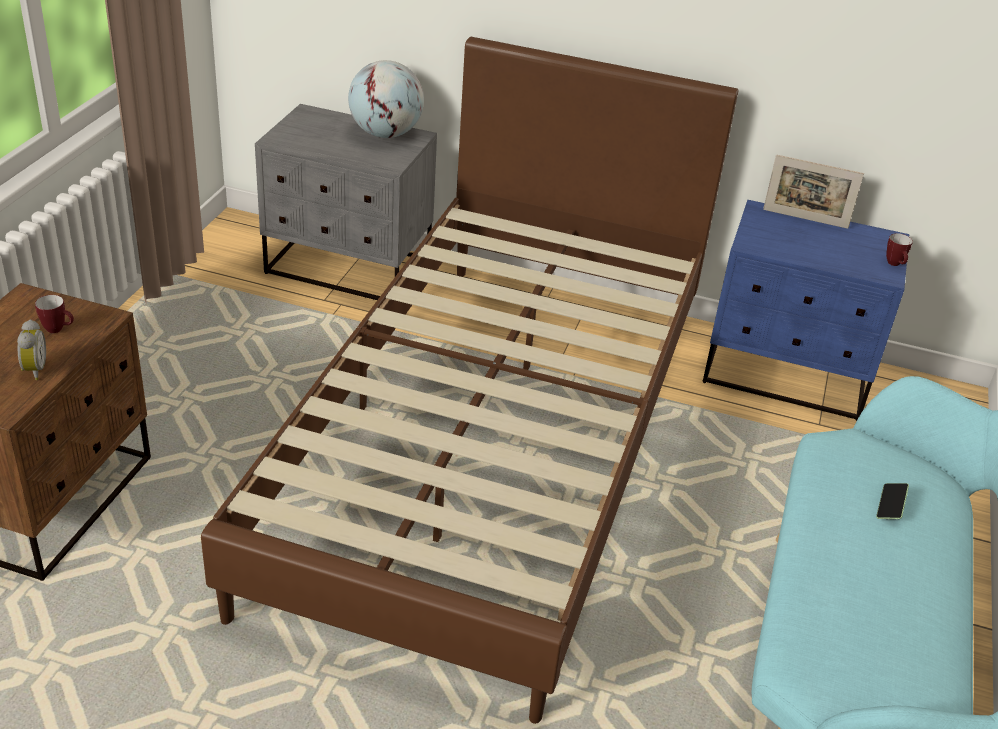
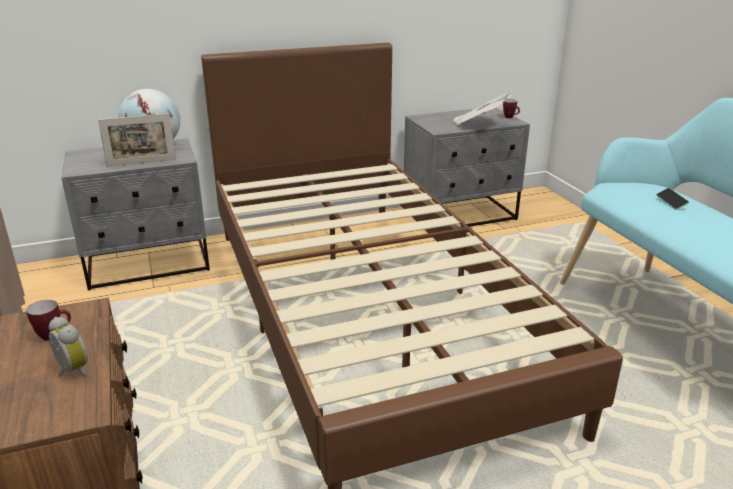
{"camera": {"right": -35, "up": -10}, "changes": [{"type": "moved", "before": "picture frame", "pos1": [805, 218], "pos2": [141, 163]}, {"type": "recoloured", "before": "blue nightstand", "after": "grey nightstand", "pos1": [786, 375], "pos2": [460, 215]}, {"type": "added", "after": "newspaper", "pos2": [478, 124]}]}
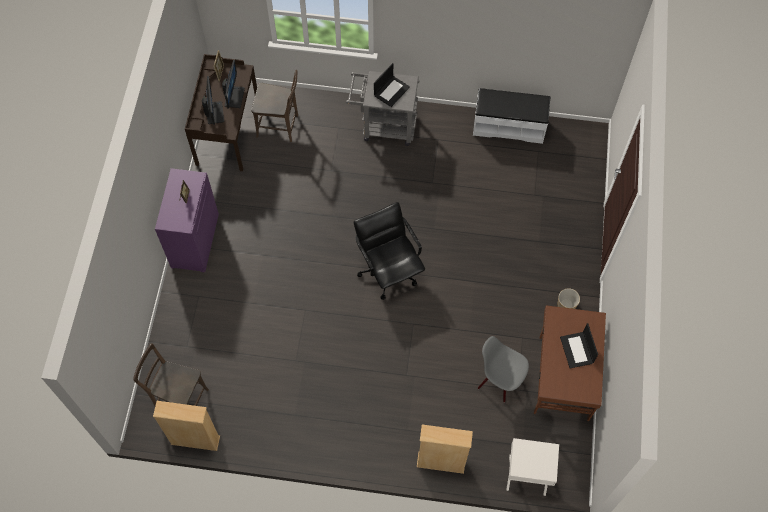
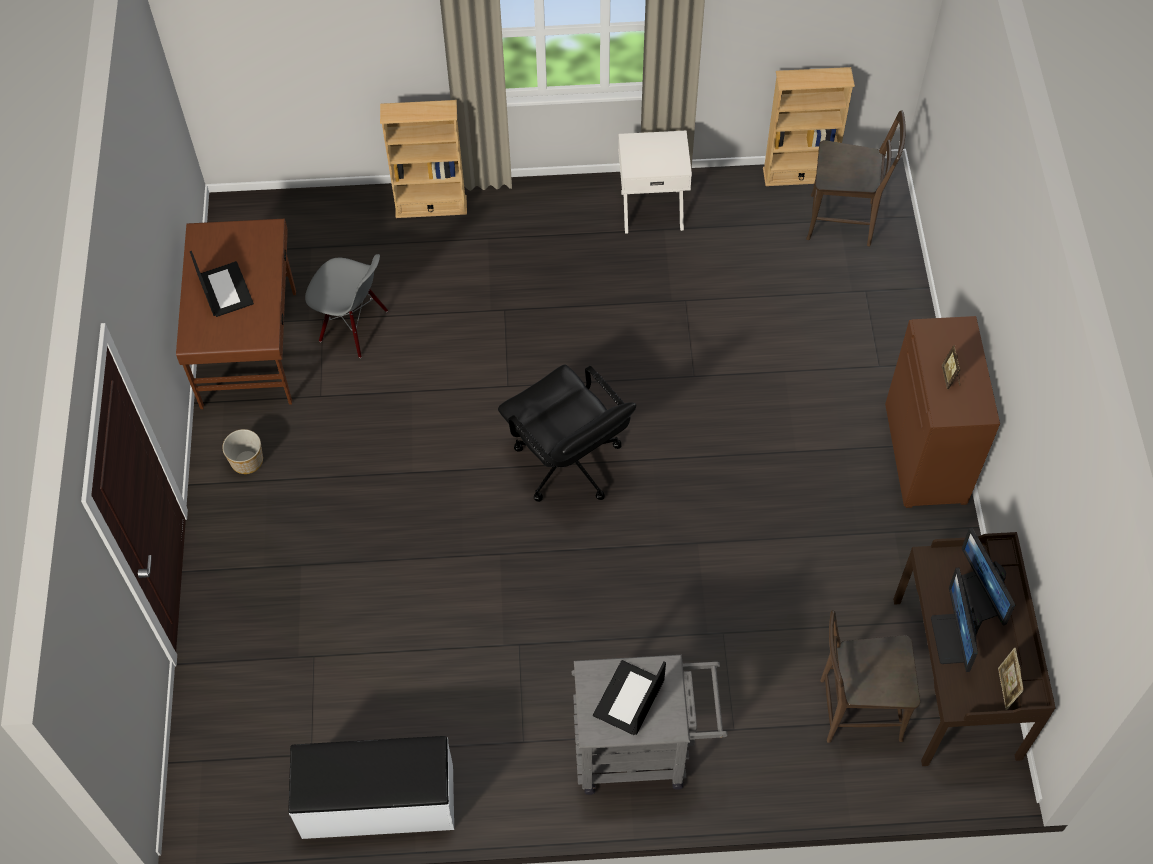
{"camera": {"right": 170, "up": -5}, "changes": [{"type": "recoloured", "before": "purple cabinet", "after": "brown cabinet", "pos1": [194, 240], "pos2": [926, 454]}, {"type": "moved", "before": "white nightstand", "pos1": [527, 475], "pos2": [652, 209]}]}
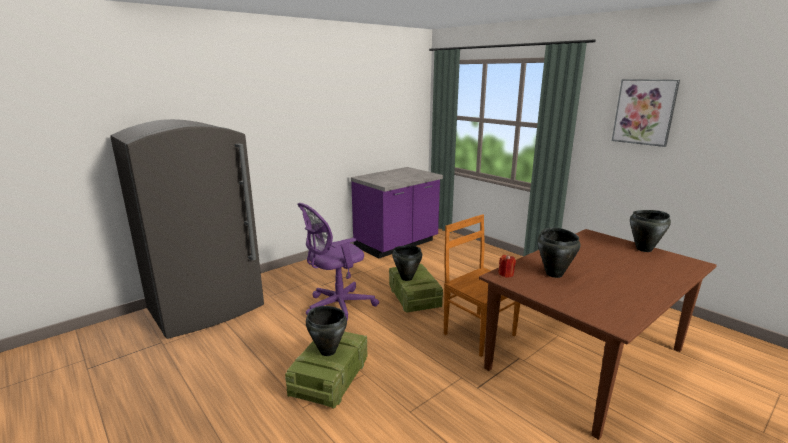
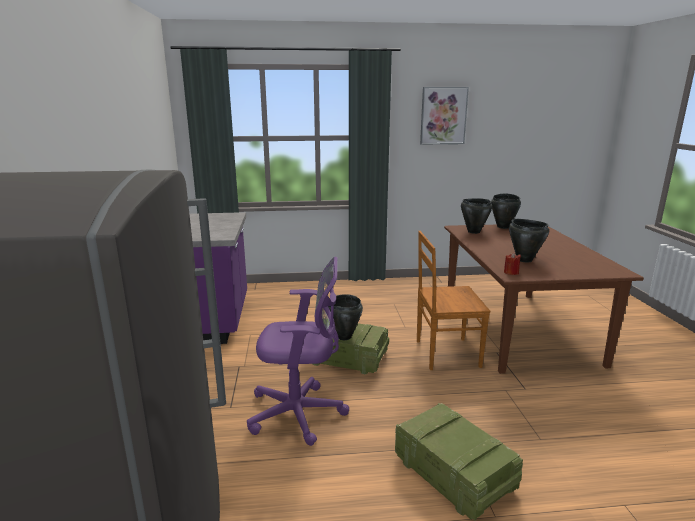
{"camera": {"right": -55, "up": 0}, "changes": [{"type": "turned", "before": "purple office chair", "pos1": [337, 306], "pos2": [300, 414], "turn": -90}, {"type": "moved", "before": "black cooking pot", "pos1": [328, 351], "pos2": [473, 232]}]}
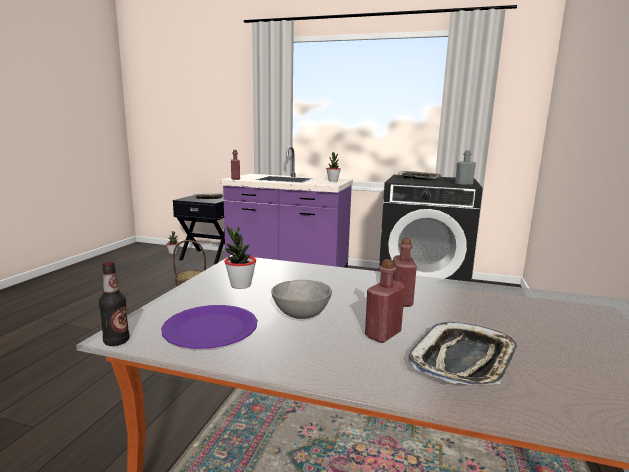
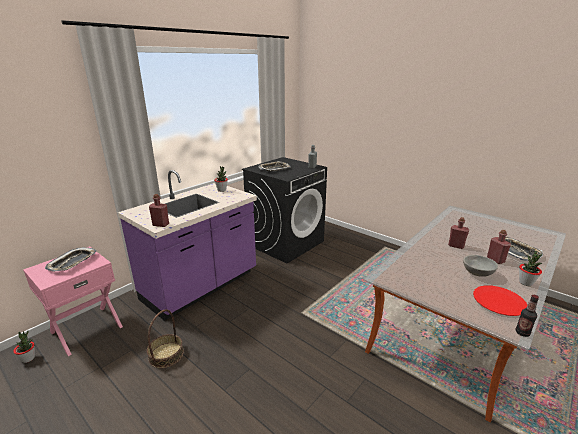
{"camera": {"right": -65, "up": 10}, "changes": [{"type": "recoloured", "before": "black nightstand", "after": "pink nightstand", "pos1": [207, 256], "pos2": [86, 329]}, {"type": "moved", "before": "potted plant", "pos1": [240, 285], "pos2": [526, 283]}, {"type": "recoloured", "before": "purple plate", "after": "red plate", "pos1": [210, 329], "pos2": [499, 301]}]}
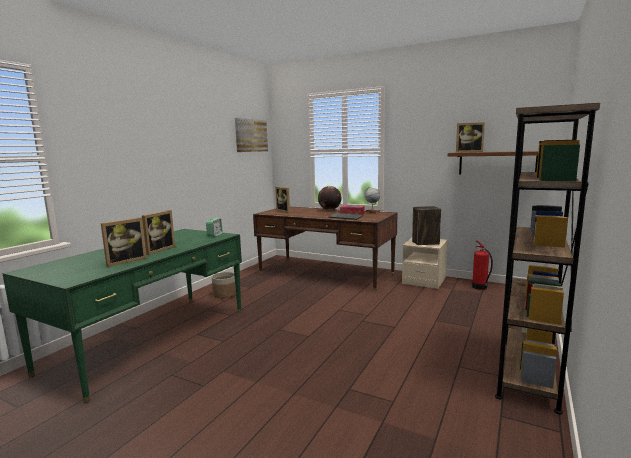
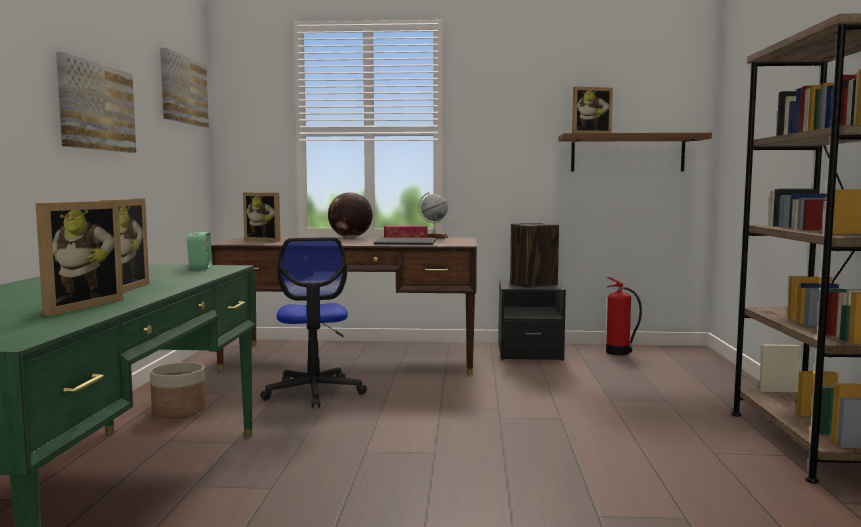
{"camera": {"right": -25, "up": -5}, "changes": [{"type": "recoloured", "before": "beige nightstand", "after": "black nightstand", "pos1": [424, 281], "pos2": [529, 352]}, {"type": "added", "after": "picture", "pos2": [95, 107]}, {"type": "added", "after": "office chair", "pos2": [314, 392]}]}
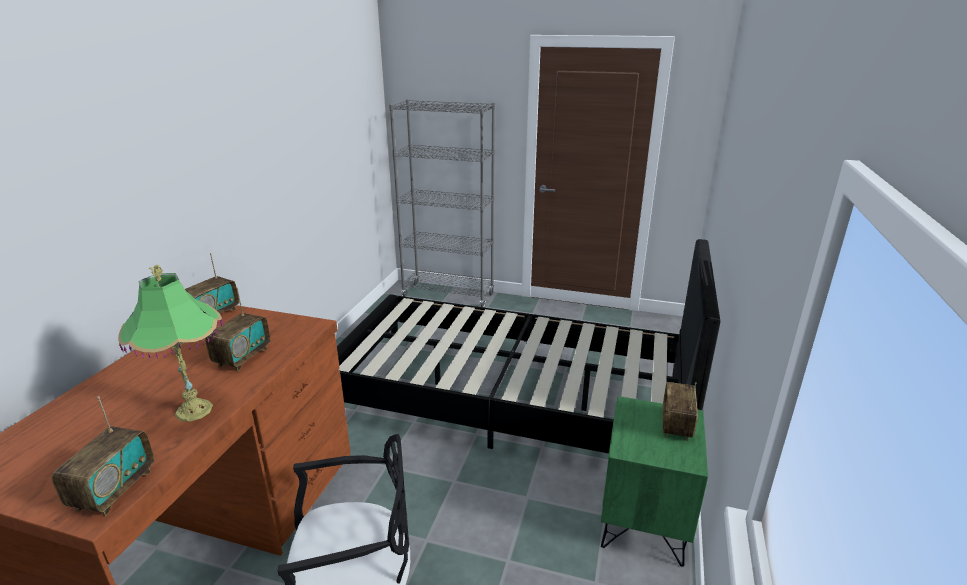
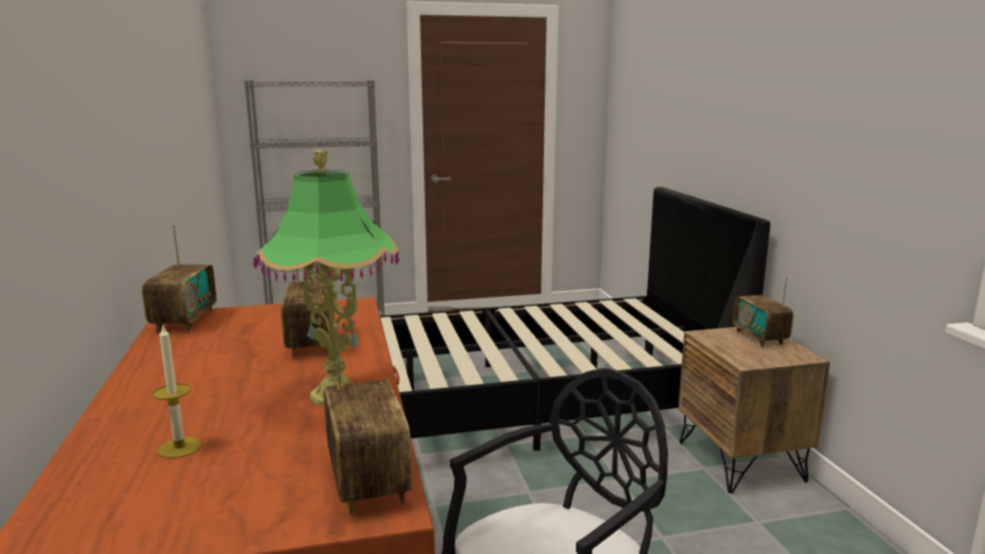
{"camera": {"right": -30, "up": -10}, "changes": [{"type": "recoloured", "before": "green nightstand", "after": "brown nightstand", "pos1": [644, 522], "pos2": [741, 461]}, {"type": "added", "after": "candle", "pos2": [179, 447]}]}
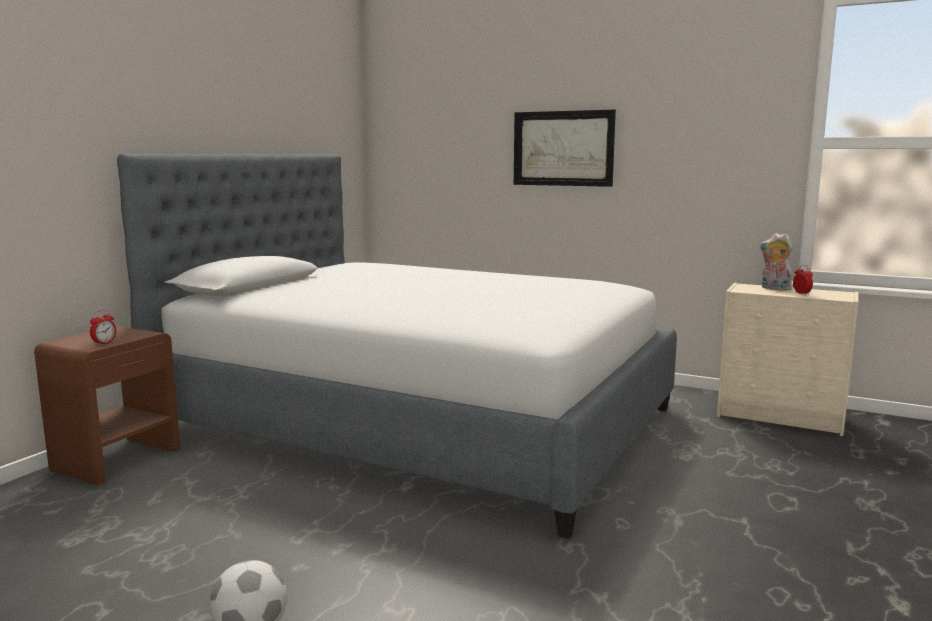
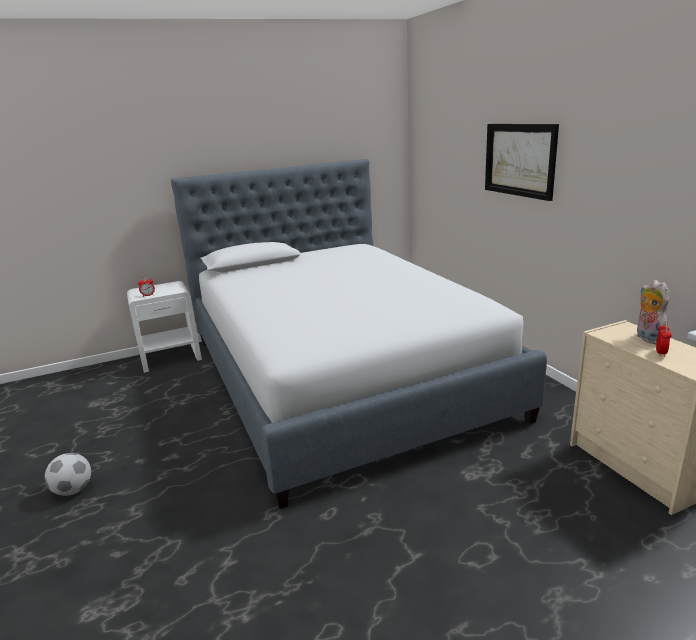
{"camera": {"right": 40, "up": 10}, "changes": [{"type": "recoloured", "before": "brown nightstand", "after": "white nightstand", "pos1": [117, 459], "pos2": [171, 357]}]}
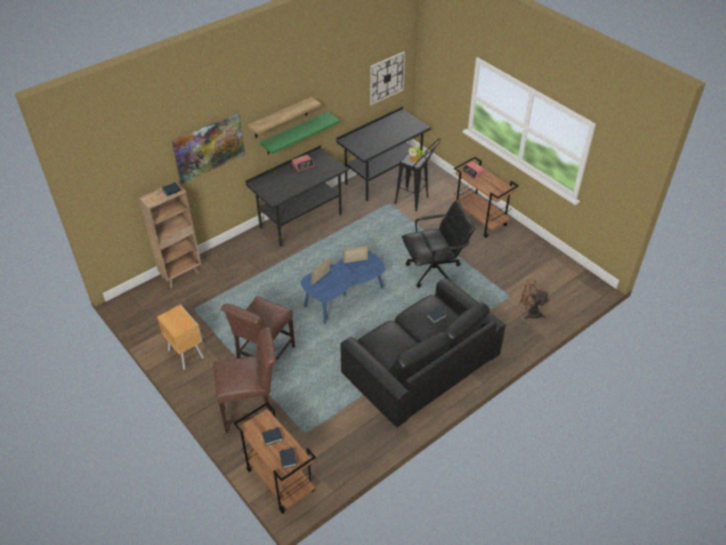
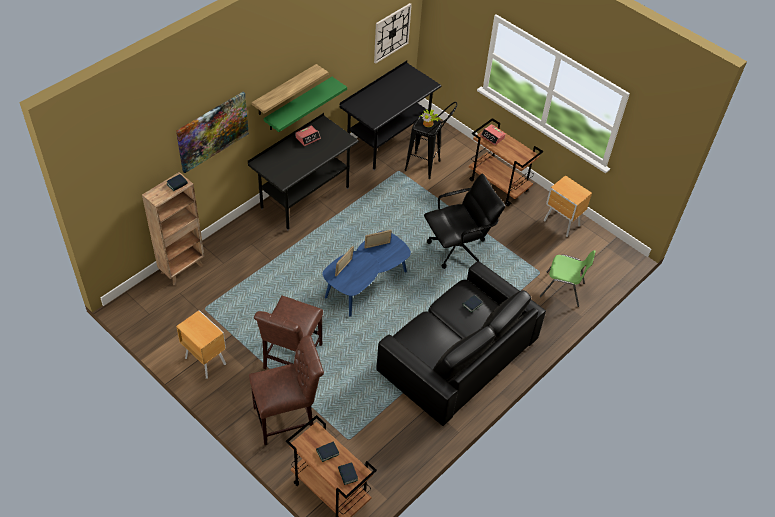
{"camera": {"right": -10, "up": 5}, "changes": [{"type": "replaced", "before": "brown fan", "after": "green chair", "pos1": [530, 313], "pos2": [563, 290]}, {"type": "added", "after": "brown nightstand", "pos2": [562, 224]}]}
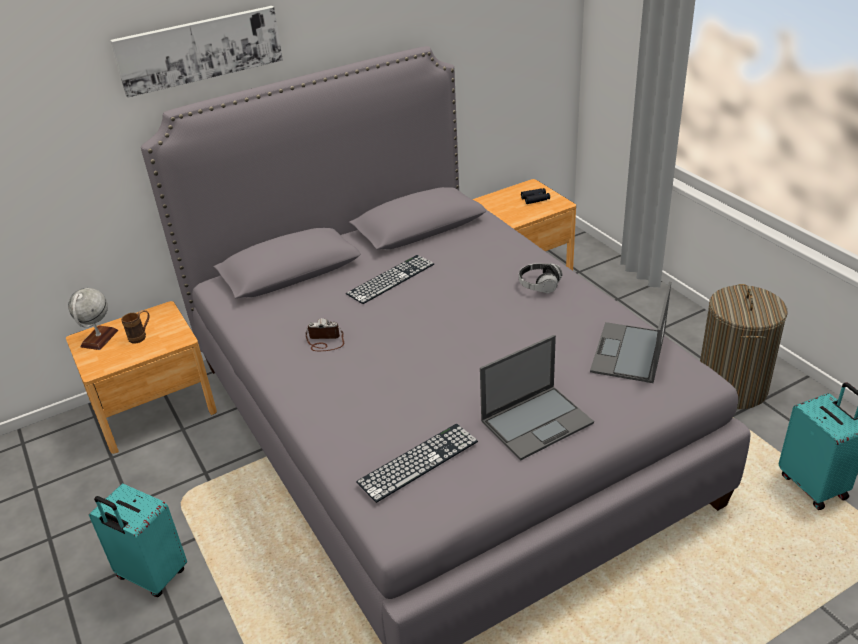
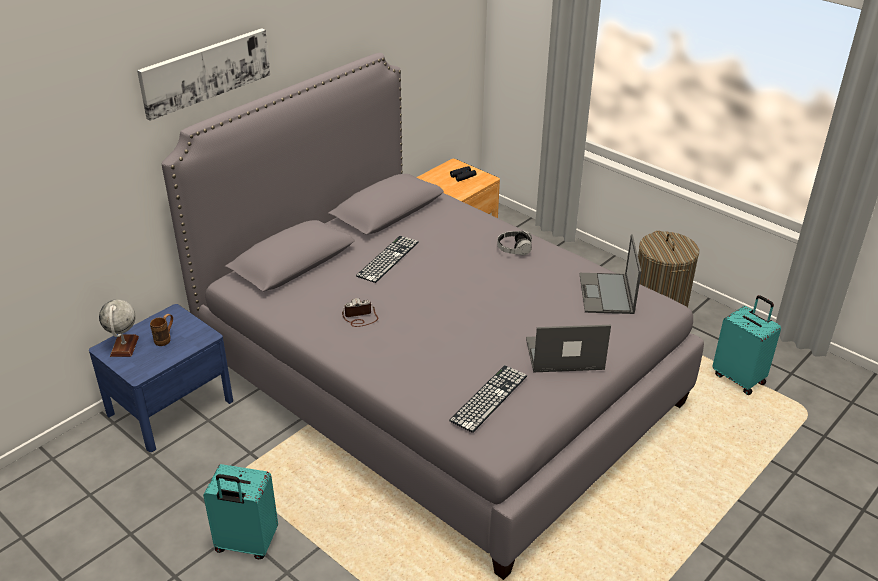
{"camera": {"right": -20, "up": 0}, "changes": [{"type": "recoloured", "before": "brown nightstand", "after": "blue nightstand", "pos1": [154, 409], "pos2": [170, 407]}, {"type": "turned", "before": "laptop", "pos1": [537, 421], "pos2": [563, 354], "turn": -135}]}
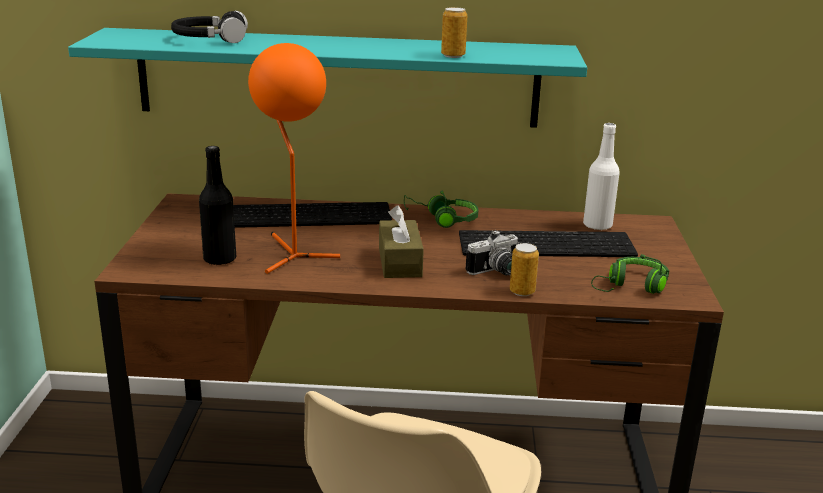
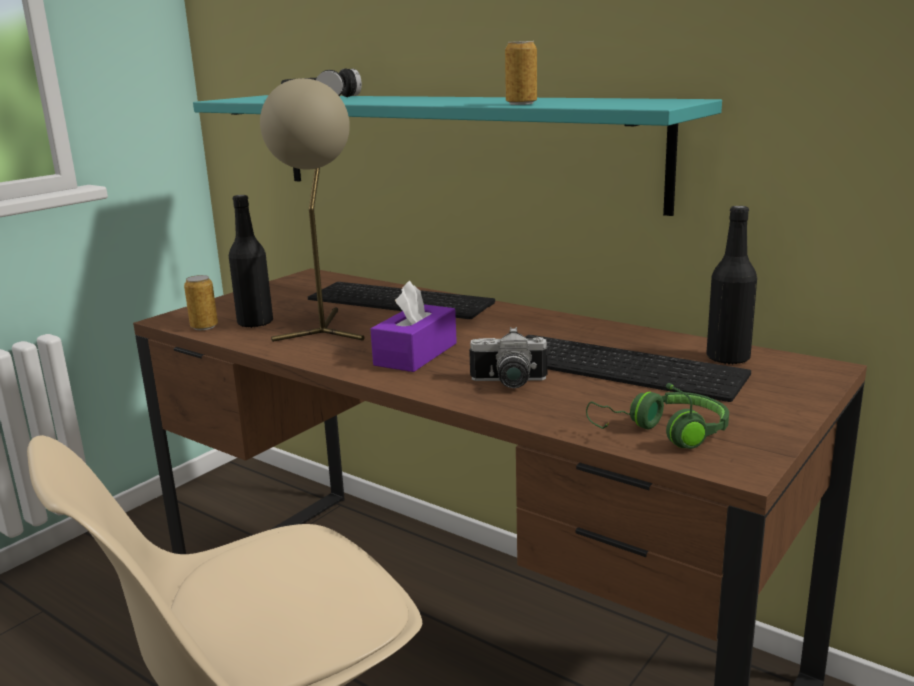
{"camera": {"right": 35, "up": -5}, "changes": [{"type": "recoloured", "before": "orange table lamp", "after": "beige table lamp", "pos1": [291, 254], "pos2": [324, 329]}, {"type": "recoloured", "before": "white bottle", "after": "black bottle", "pos1": [597, 225], "pos2": [728, 358]}, {"type": "removed", "before": "green headphones", "pos1": [442, 219]}, {"type": "recoloured", "before": "brown tissue box", "after": "purple tissue box", "pos1": [400, 262], "pos2": [416, 354]}, {"type": "moved", "before": "can", "pos1": [522, 291], "pos2": [204, 327]}]}
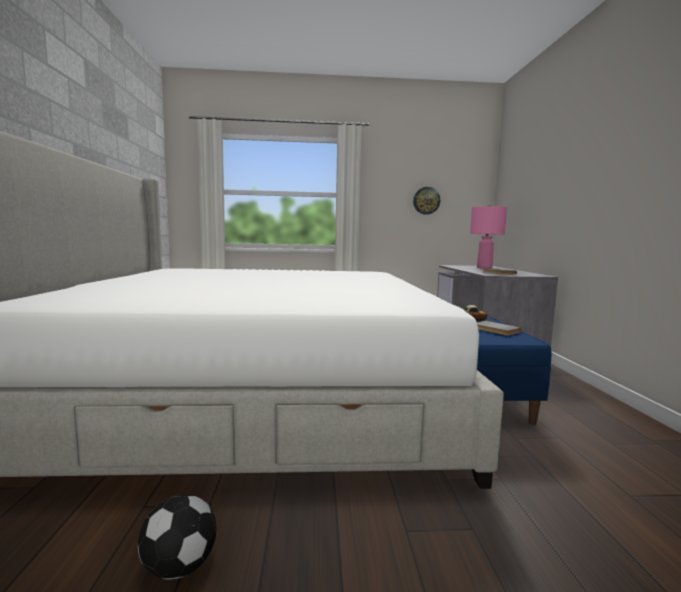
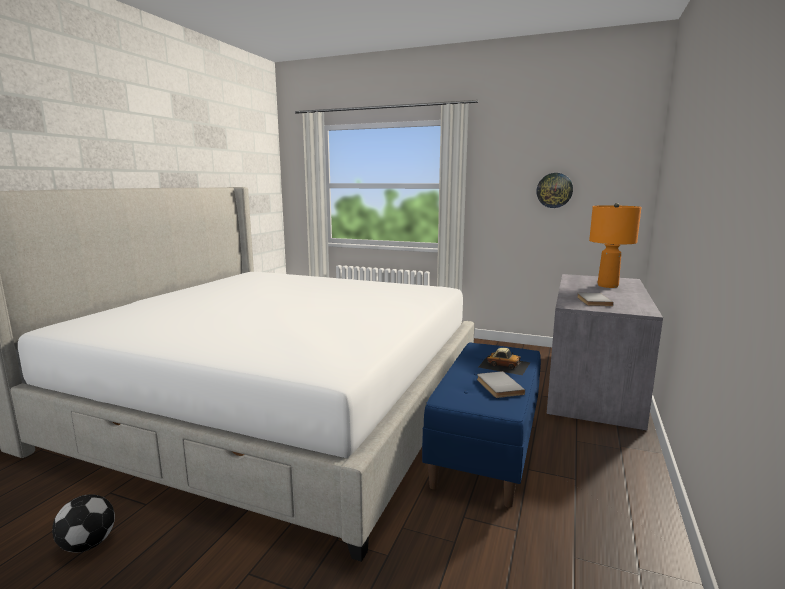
{"camera": {"right": 25, "up": 5}, "changes": [{"type": "recoloured", "before": "pink table lamp", "after": "orange table lamp", "pos1": [484, 268], "pos2": [608, 286]}]}
